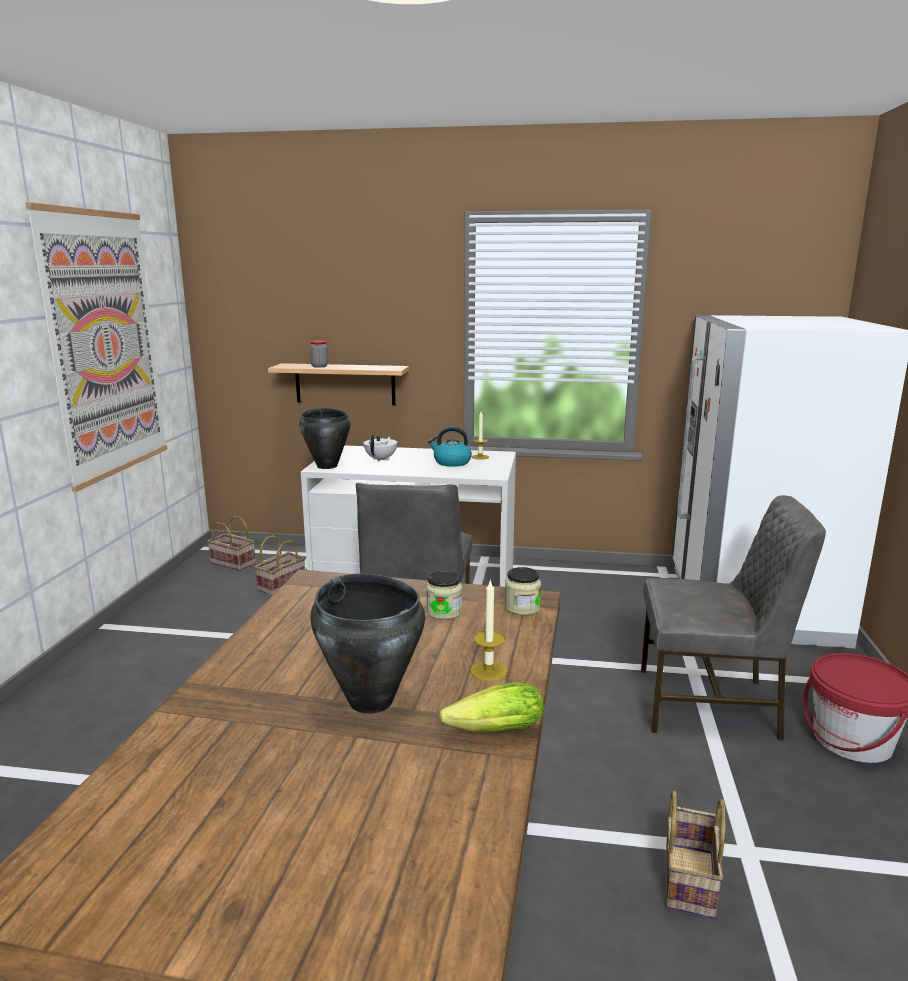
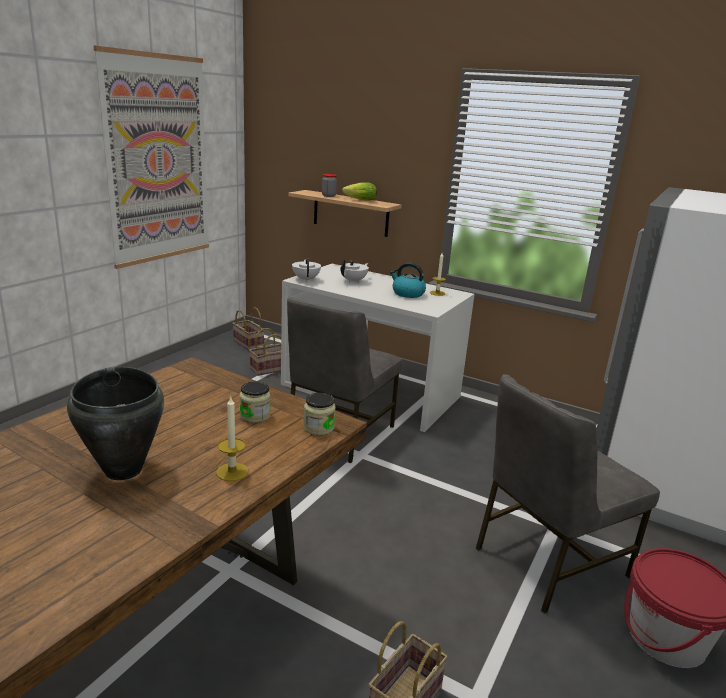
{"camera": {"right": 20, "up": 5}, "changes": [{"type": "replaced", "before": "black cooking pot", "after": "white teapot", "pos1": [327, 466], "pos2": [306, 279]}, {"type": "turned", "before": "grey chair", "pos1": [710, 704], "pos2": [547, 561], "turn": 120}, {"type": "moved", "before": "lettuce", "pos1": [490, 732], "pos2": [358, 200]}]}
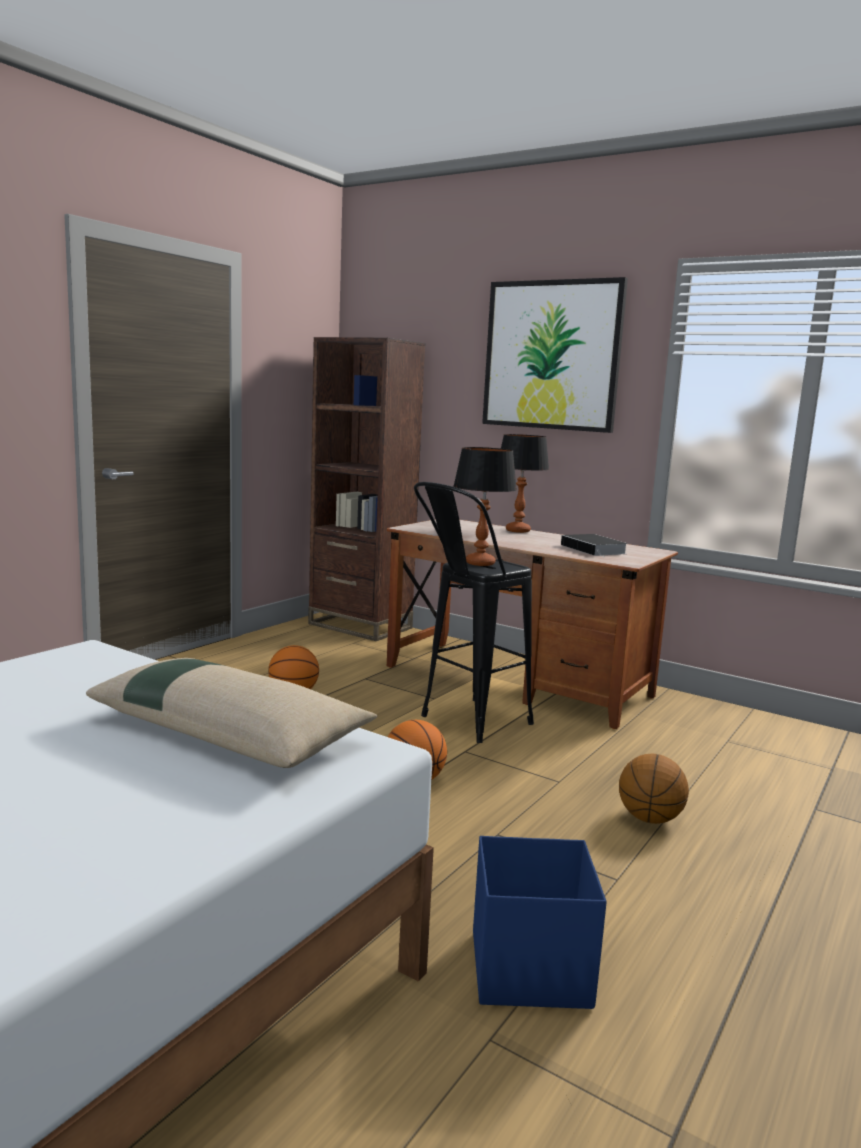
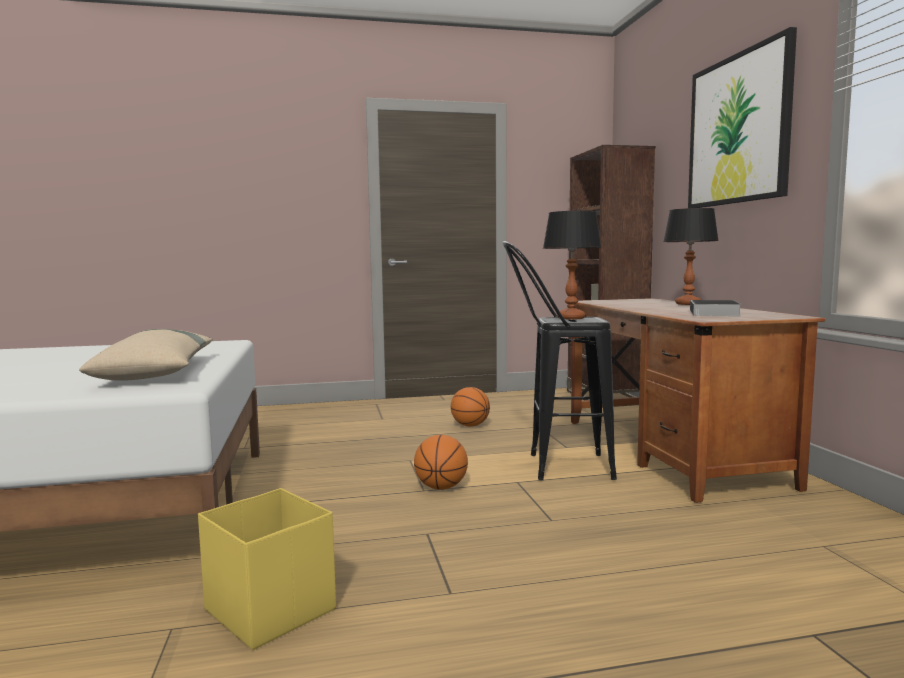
{"camera": {"right": 45, "up": -5}, "changes": [{"type": "removed", "before": "basketball", "pos1": [649, 819]}, {"type": "recoloured", "before": "blue storage box", "after": "yellow storage box", "pos1": [527, 969], "pos2": [270, 609]}]}
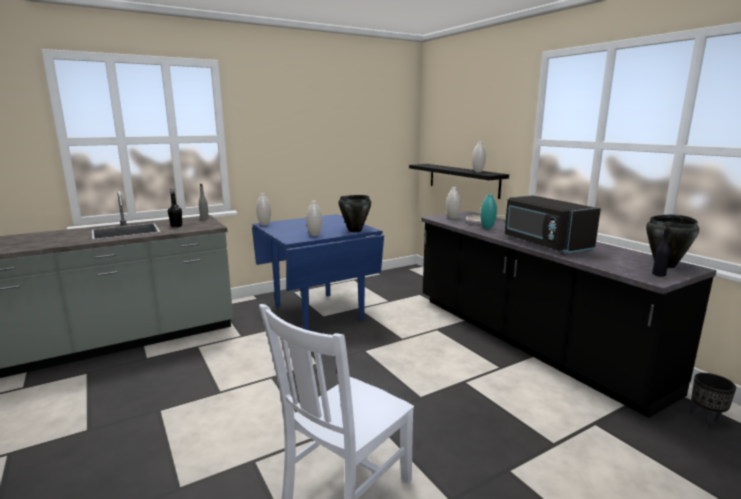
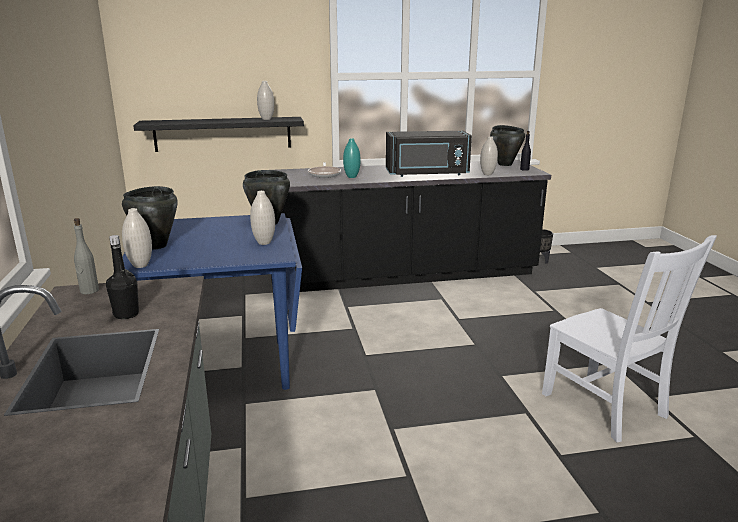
{"camera": {"right": -70, "up": 5}, "changes": [{"type": "moved", "before": "white vase", "pos1": [452, 218], "pos2": [487, 174]}, {"type": "added", "after": "black cooking pot", "pos2": [155, 246]}]}
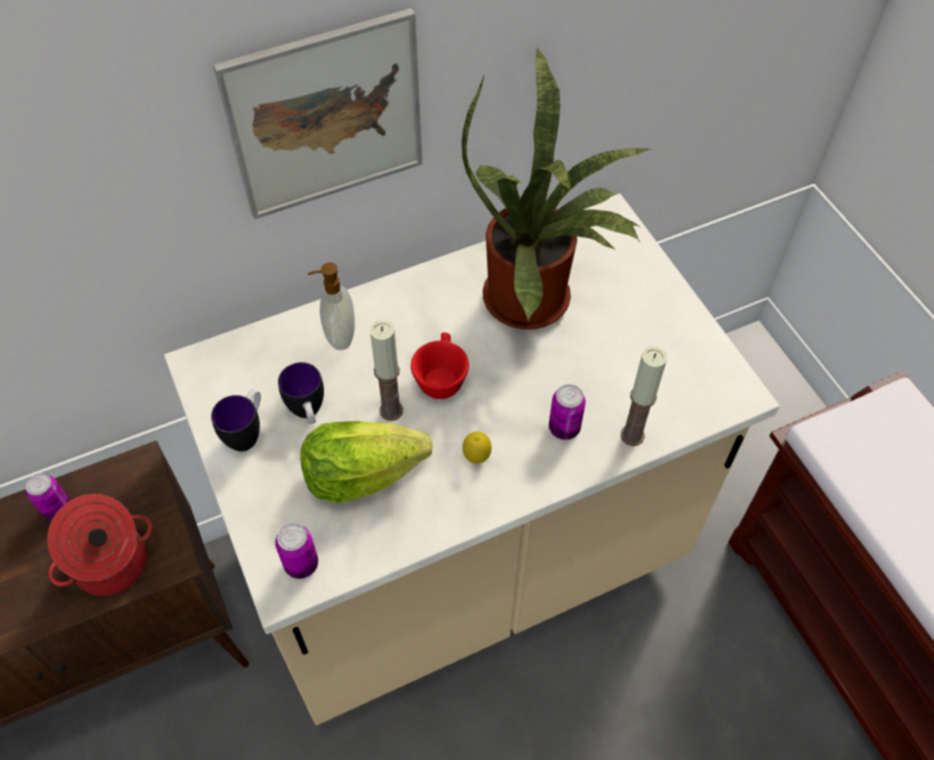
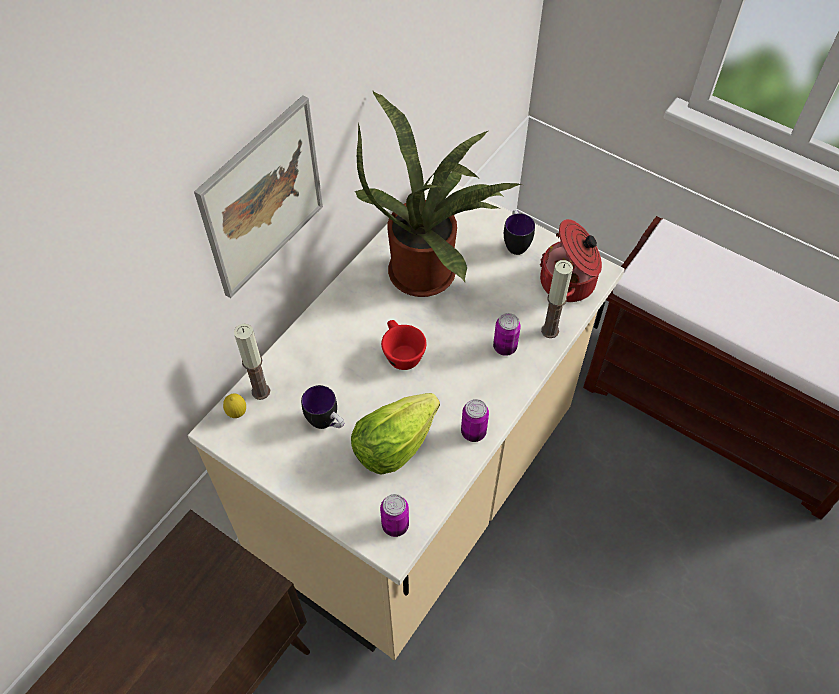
{"camera": {"right": -30, "up": 0}, "changes": [{"type": "removed", "before": "soap dispenser", "pos1": [339, 336]}, {"type": "moved", "before": "candle", "pos1": [391, 410], "pos2": [260, 391]}, {"type": "moved", "before": "mug", "pos1": [247, 433], "pos2": [515, 243]}, {"type": "moved", "before": "lemon", "pos1": [476, 458], "pos2": [237, 413]}, {"type": "moved", "before": "can", "pos1": [58, 509], "pos2": [473, 432]}, {"type": "moved", "before": "cooking pot", "pos1": [112, 565], "pos2": [569, 282]}]}
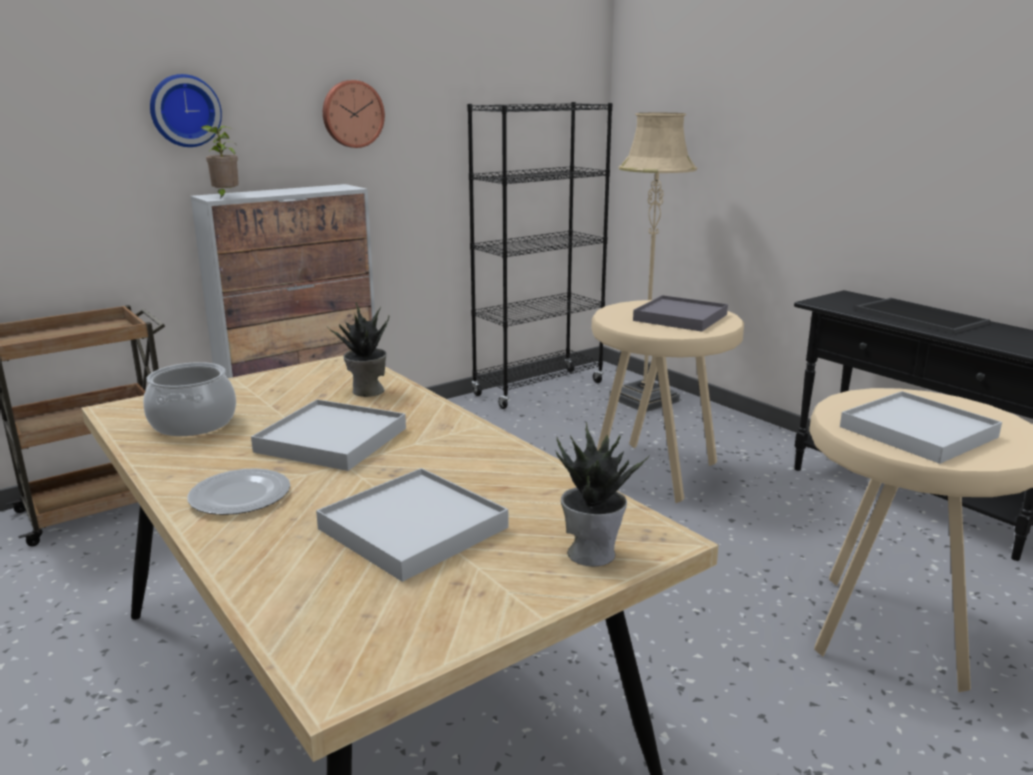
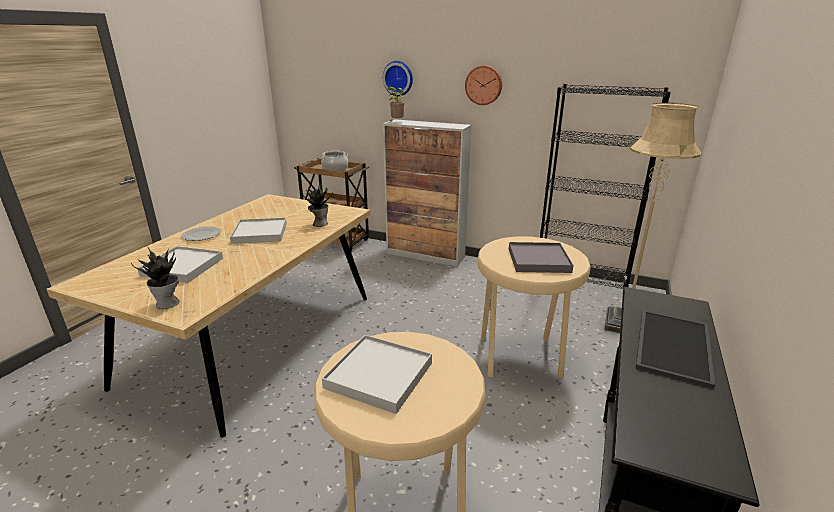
{"camera": {"right": 60, "up": 5}, "changes": [{"type": "moved", "before": "cooking pot", "pos1": [192, 423], "pos2": [335, 169]}]}
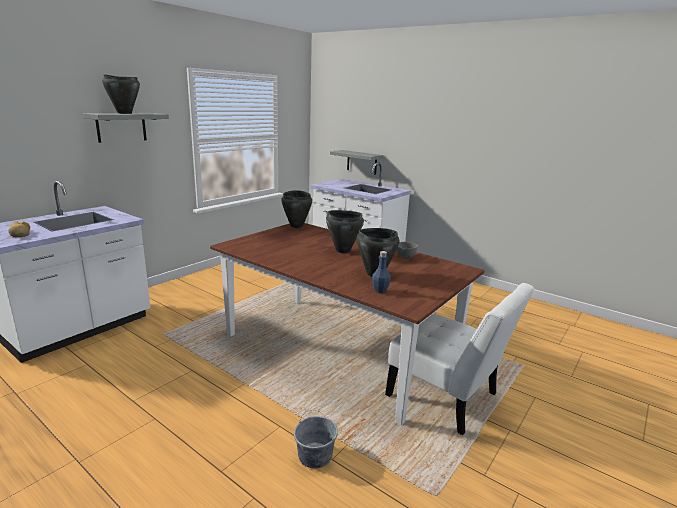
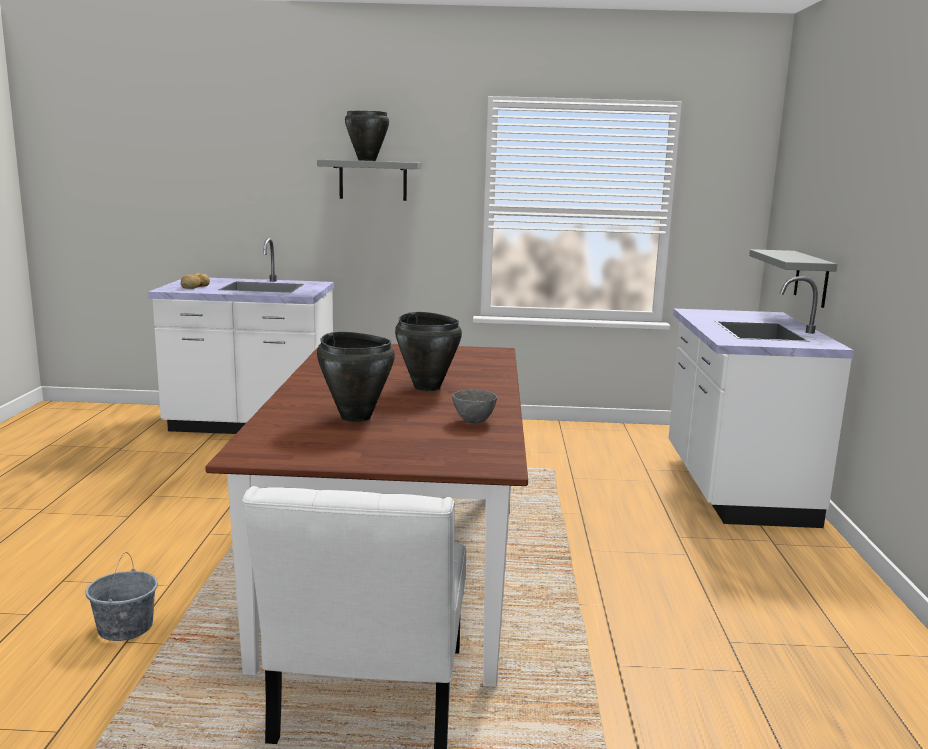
{"camera": {"right": 55, "up": -5}, "changes": [{"type": "removed", "before": "black cooking pot", "pos1": [296, 226]}, {"type": "removed", "before": "blue bottle", "pos1": [380, 290]}]}
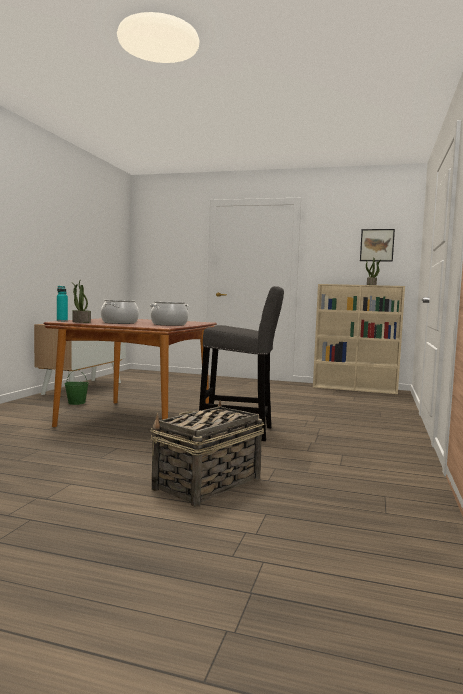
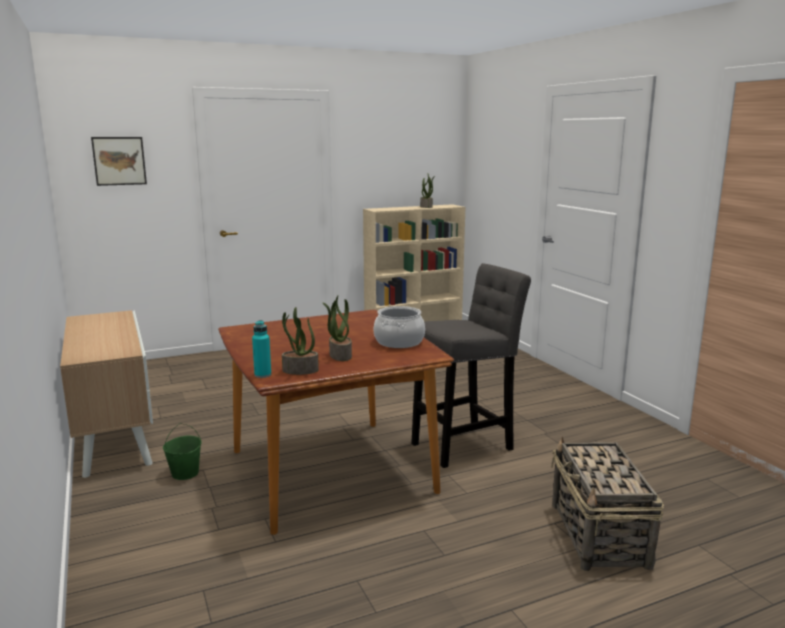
{"camera": {"right": -40, "up": 10}, "changes": [{"type": "moved", "before": "picture", "pos1": [377, 245], "pos2": [119, 161]}, {"type": "replaced", "before": "cooking pot", "after": "potted plant", "pos1": [119, 323], "pos2": [339, 355]}]}
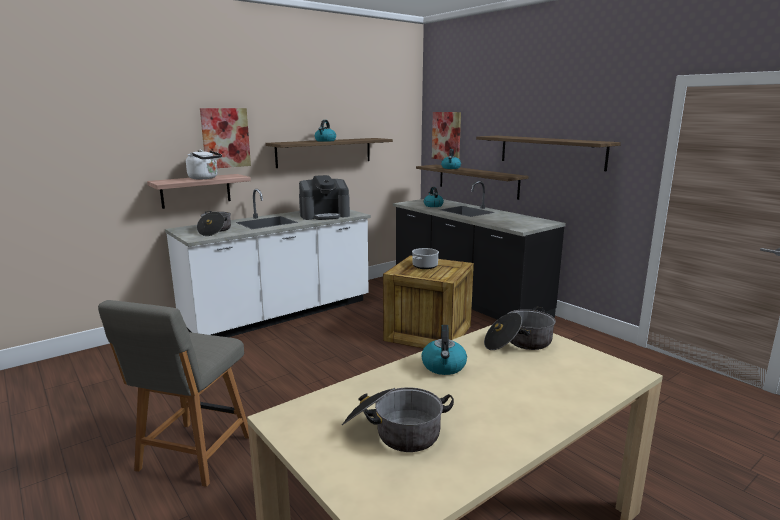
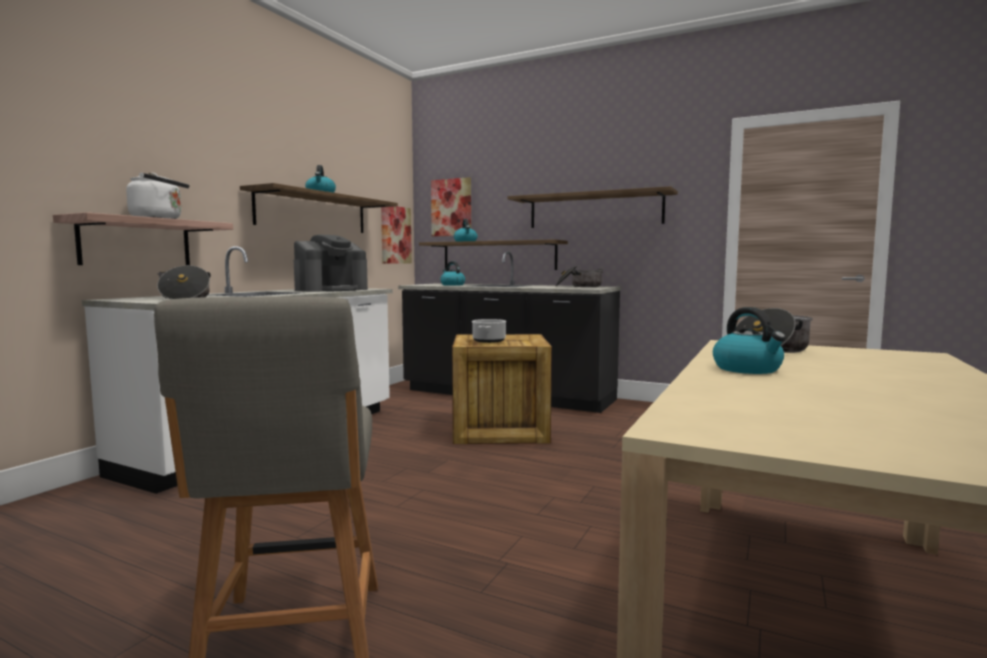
{"camera": {"right": -25, "up": -10}, "changes": [{"type": "moved", "before": "picture", "pos1": [225, 138], "pos2": [395, 235]}, {"type": "moved", "before": "cooking pot", "pos1": [394, 432], "pos2": [579, 286]}]}
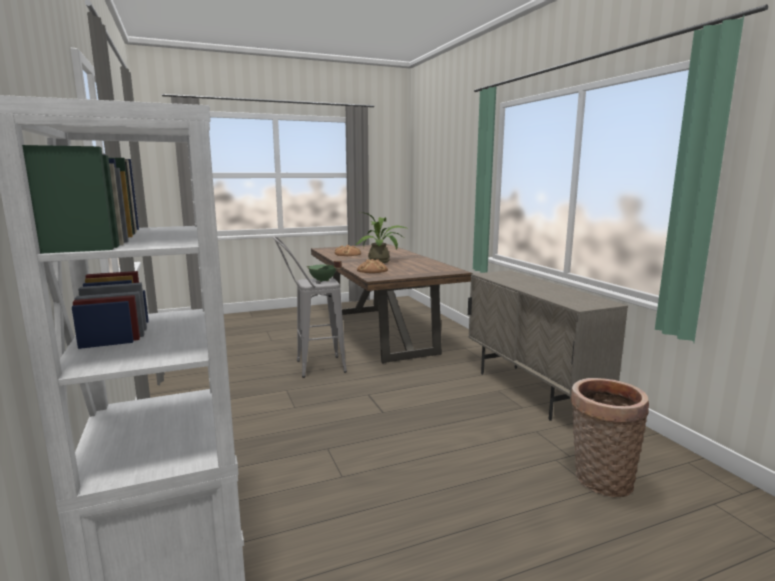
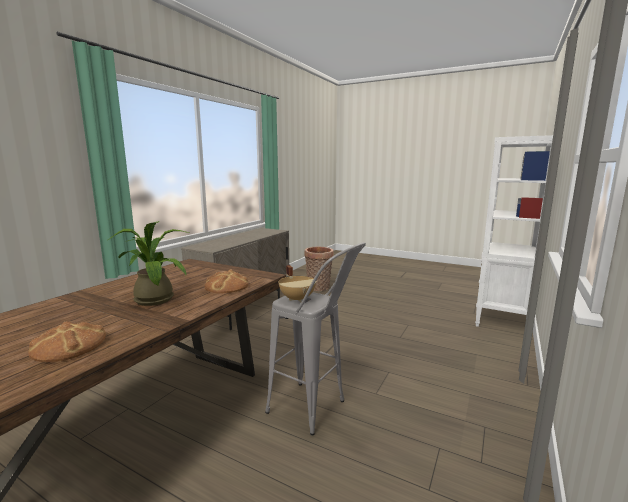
{"camera": {"right": -130, "up": 0}, "changes": [{"type": "recoloured", "before": "green cooking pot", "after": "beige cooking pot", "pos1": [322, 280], "pos2": [298, 299]}]}
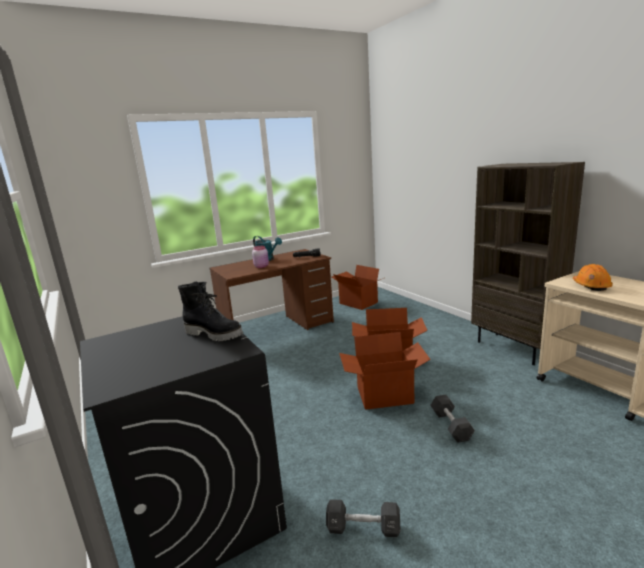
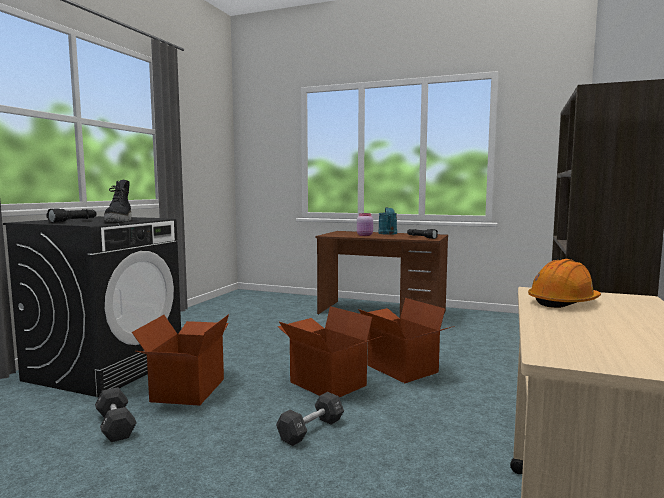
{"camera": {"right": 50, "up": -10}, "changes": [{"type": "moved", "before": "cardboard box", "pos1": [358, 303], "pos2": [187, 390]}, {"type": "added", "after": "black flashlight", "pos2": [74, 221]}]}
